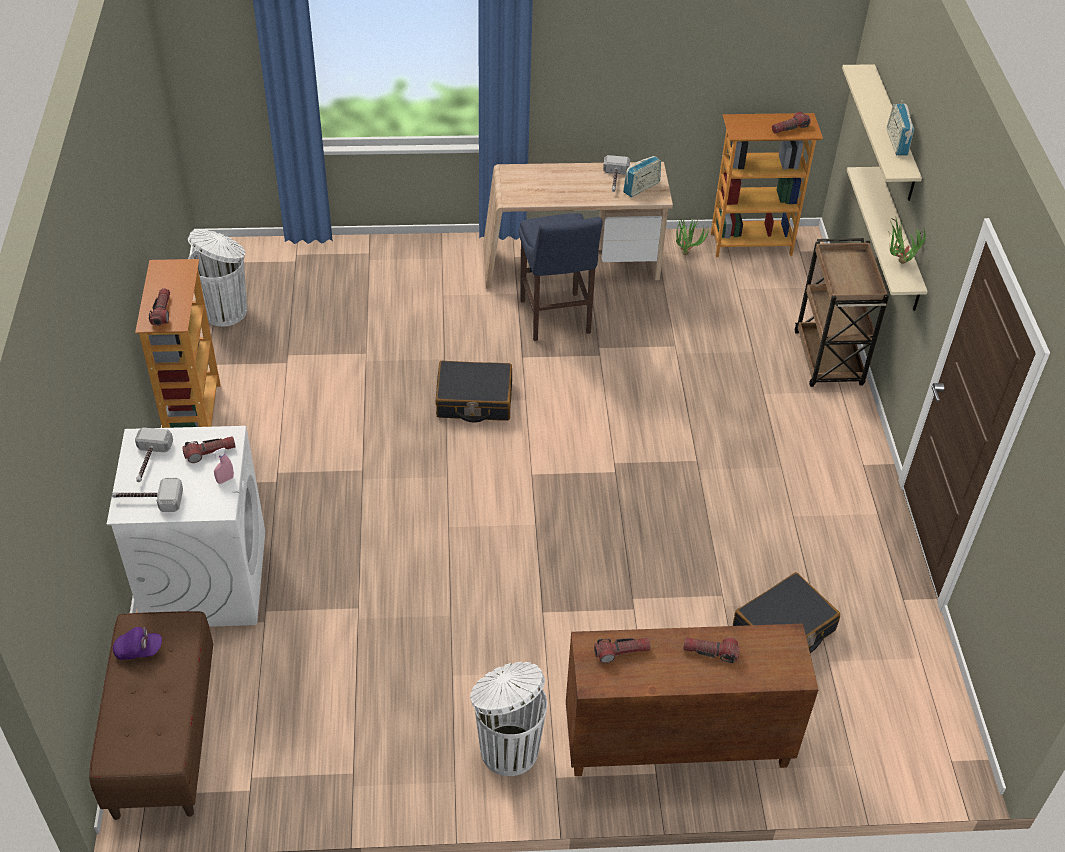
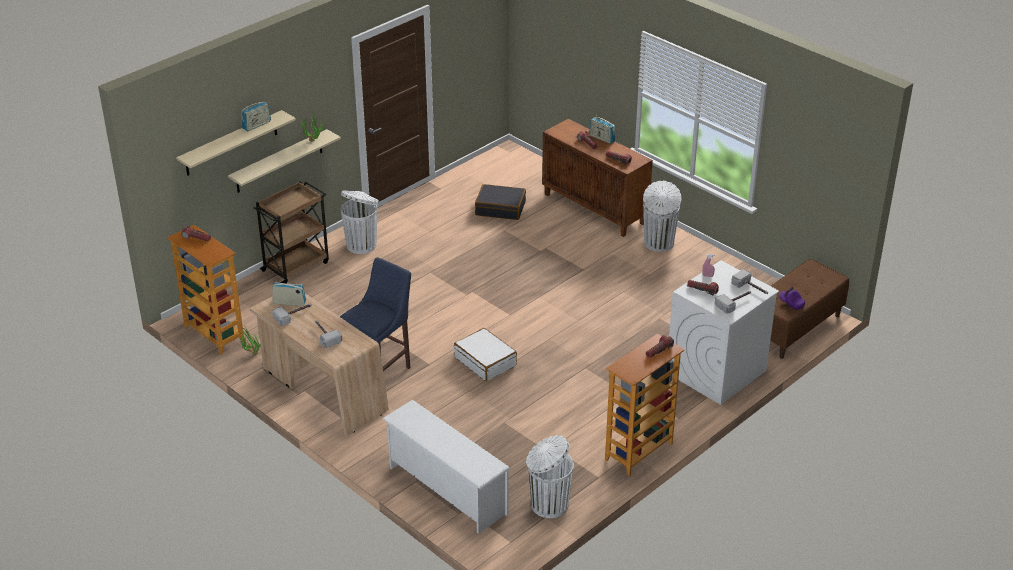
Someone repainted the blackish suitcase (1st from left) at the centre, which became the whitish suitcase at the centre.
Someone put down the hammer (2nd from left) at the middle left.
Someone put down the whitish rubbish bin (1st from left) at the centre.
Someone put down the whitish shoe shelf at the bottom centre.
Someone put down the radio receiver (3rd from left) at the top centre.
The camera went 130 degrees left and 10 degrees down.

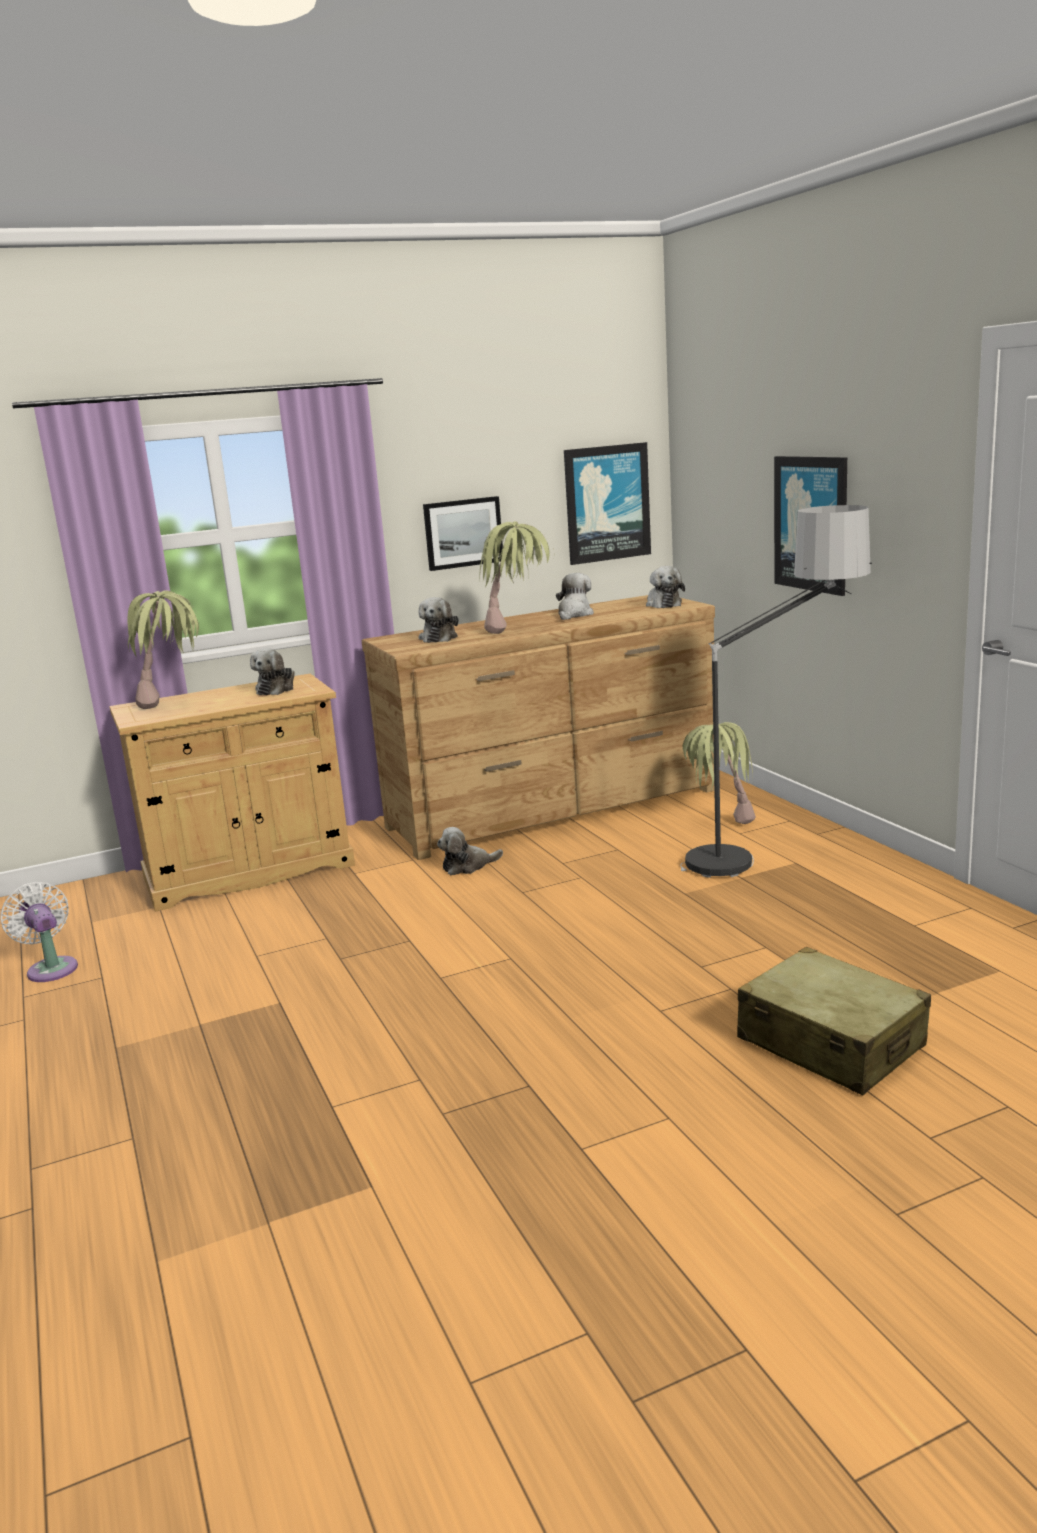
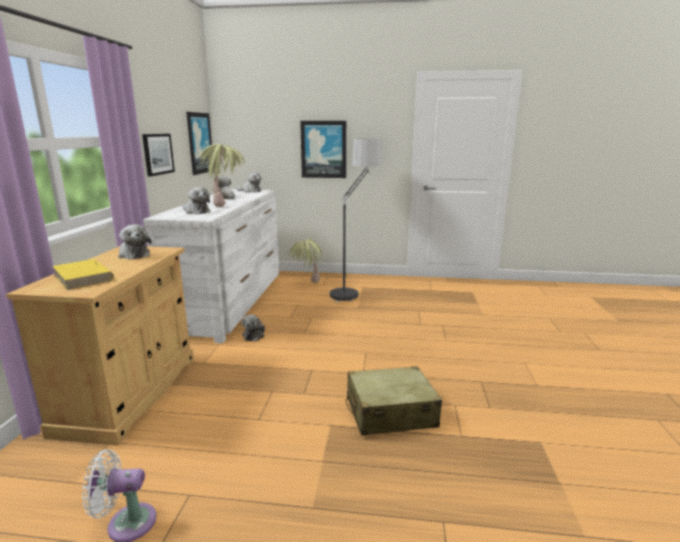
Someone swapped the houseplant (1st from left) at the middle left for the yellow-coloured volume at the middle left.
Someone repainted the brownish dresser at the centre, which became the whitish dresser at the middle left.
Someone carried the beige-coloured suitcase from the middle right to the bottom centre.
The camera went 60 degrees left and 0 degrees up.

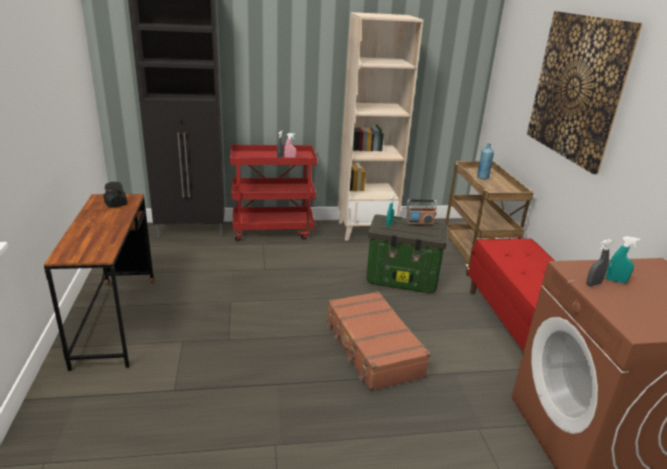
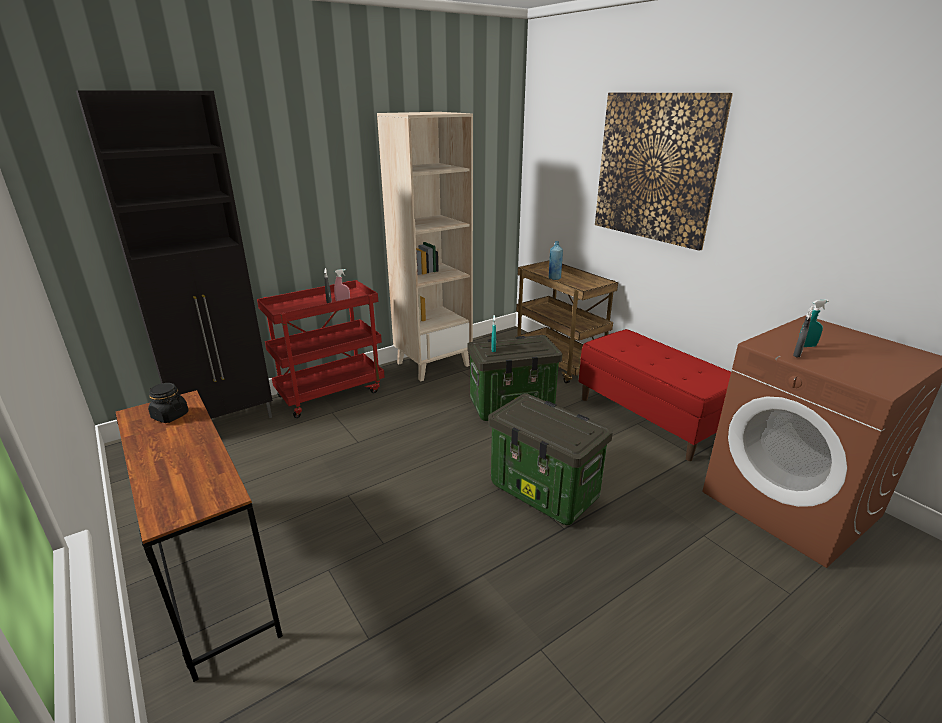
Someone swapped the brownish suitcase at the bottom centre for the storage bin (2nd from left) at the centre.
Someone took away the radio receiver at the centre.
The camera went 25 degrees left and 0 degrees up.

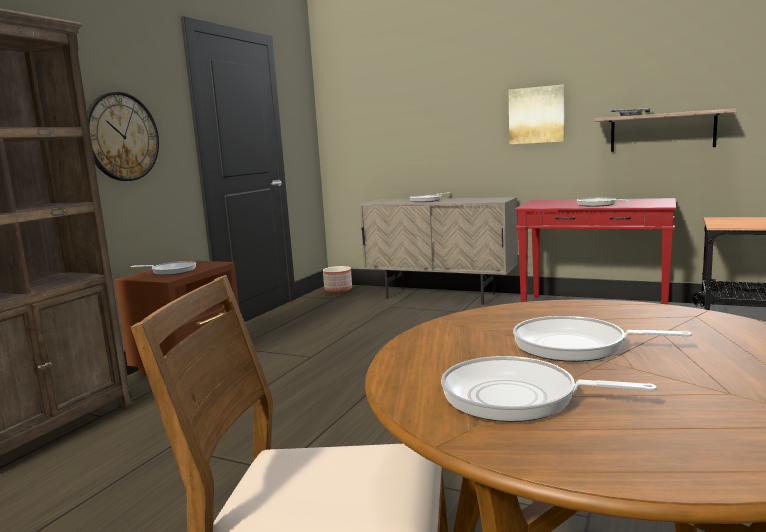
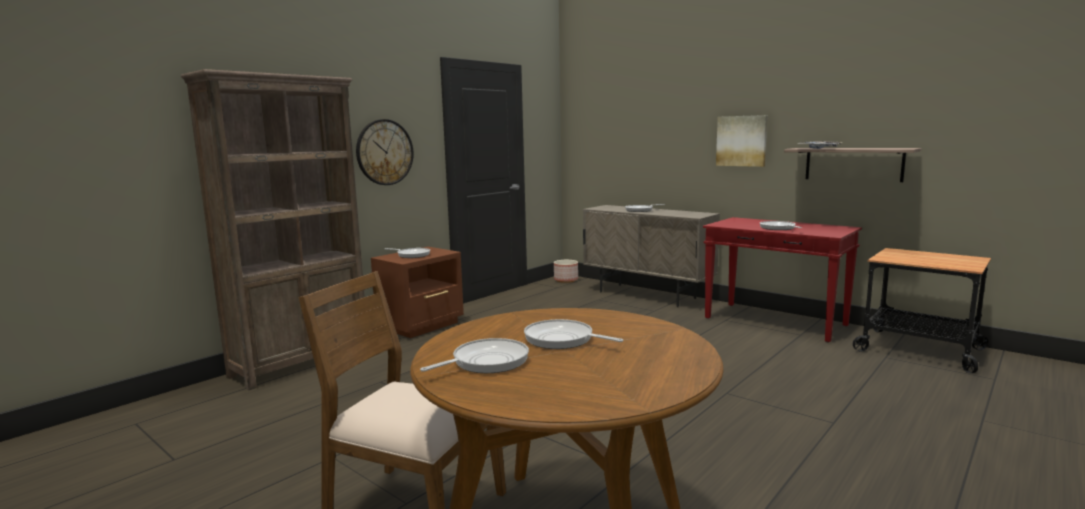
Someone rotated the frying pan (3rd from left in the first image) at the bottom right by 105 degrees clockwise.
The camera went 15 degrees right and 0 degrees up.

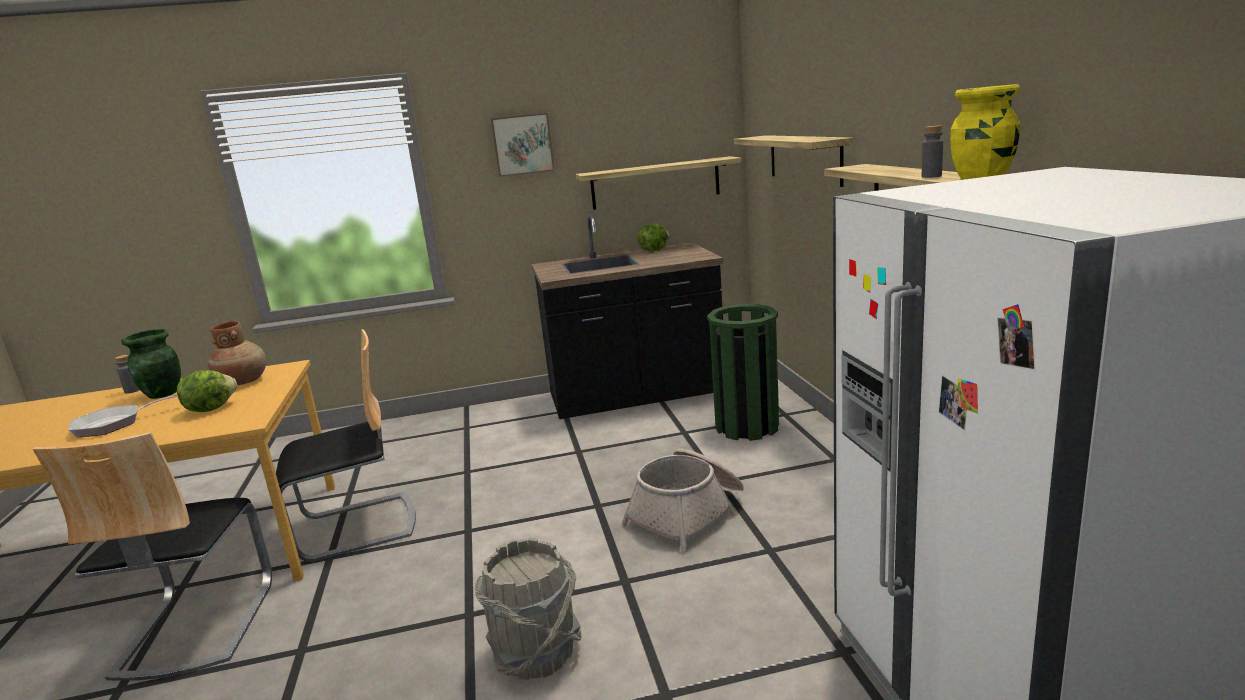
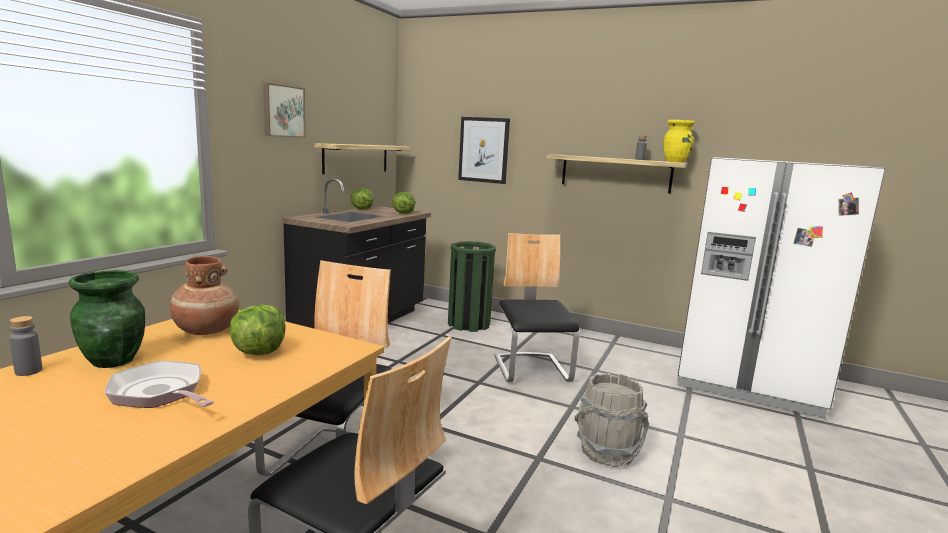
Someone rotated the frying pan at the middle left by 120 degrees clockwise.
Someone swapped the storage basket at the bottom centre for the plain chair (3rd from left) at the centre.
Someone swapped the bracket shelf (2nd from left) at the top centre for the picture (2nd from left) at the top centre.
Someone put down the lettuce head (3rd from left) at the centre.
The camera went 55 degrees left and 5 degrees down.

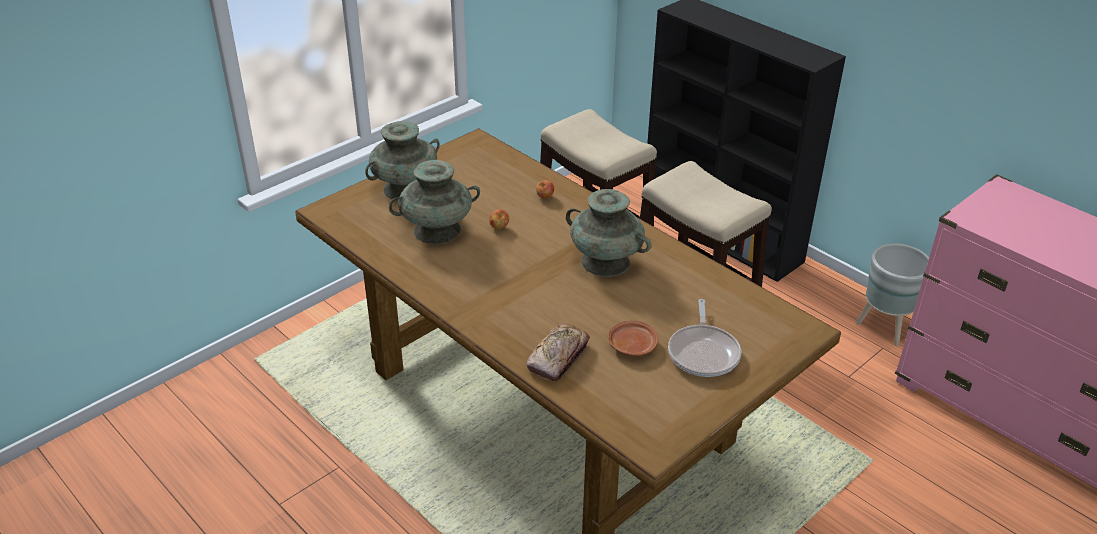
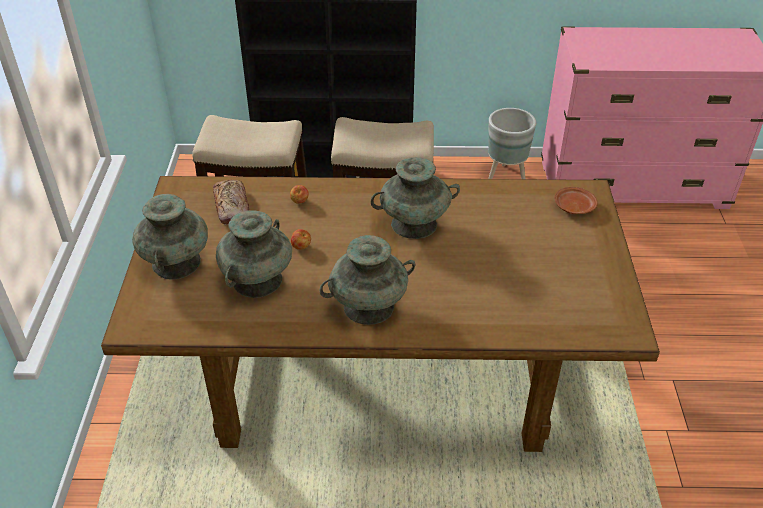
Someone carried the baked bread from the centre to the middle left.
Someone carried the brownish plate from the centre to the middle right.
Someone took away the frying pan at the centre.
Someone put down the turquoise flower vase (3rd from left) at the centre.
The camera went 45 degrees left and 5 degrees up.

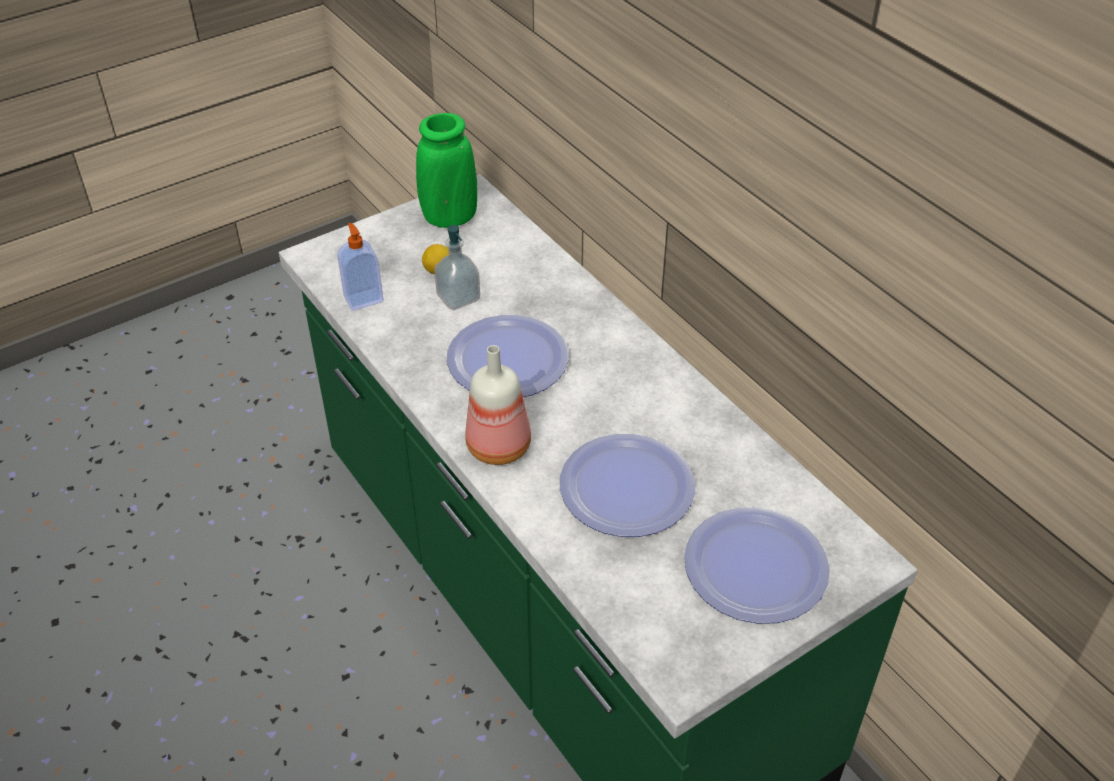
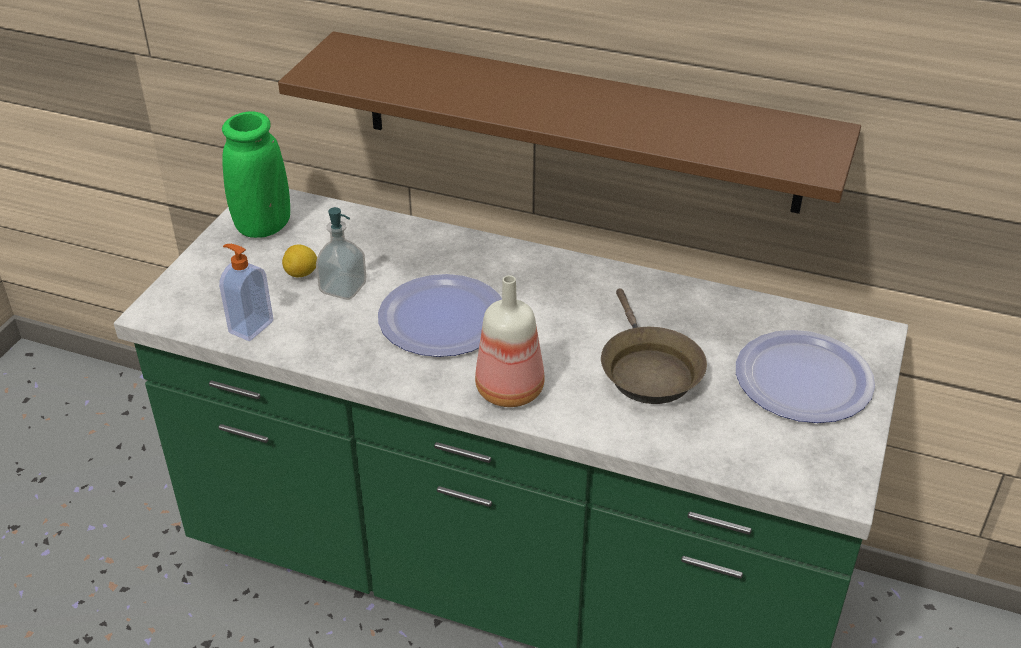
Someone swapped the plate (2nd from left) at the centre for the brownish frying pan at the centre.
Someone put up the brownish bracket shelf at the top centre.
The camera went 35 degrees left and 5 degrees down.

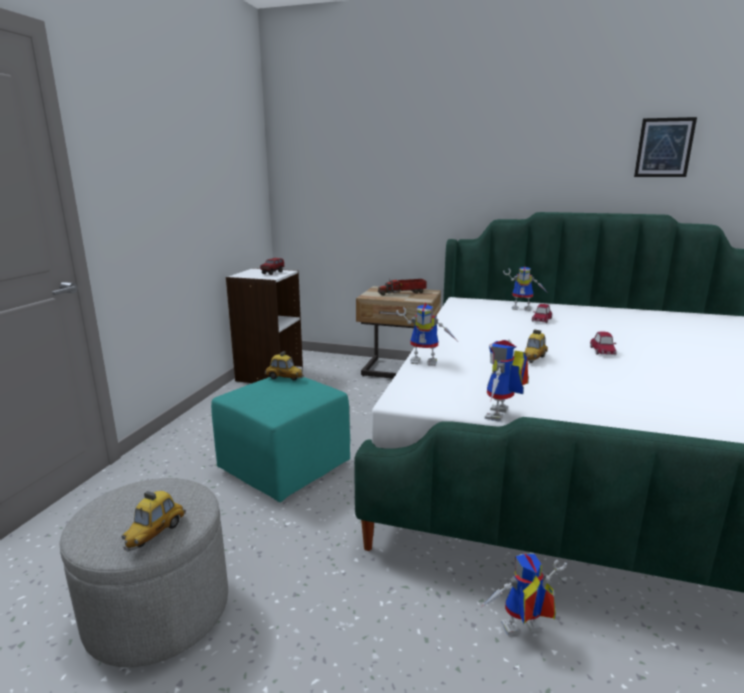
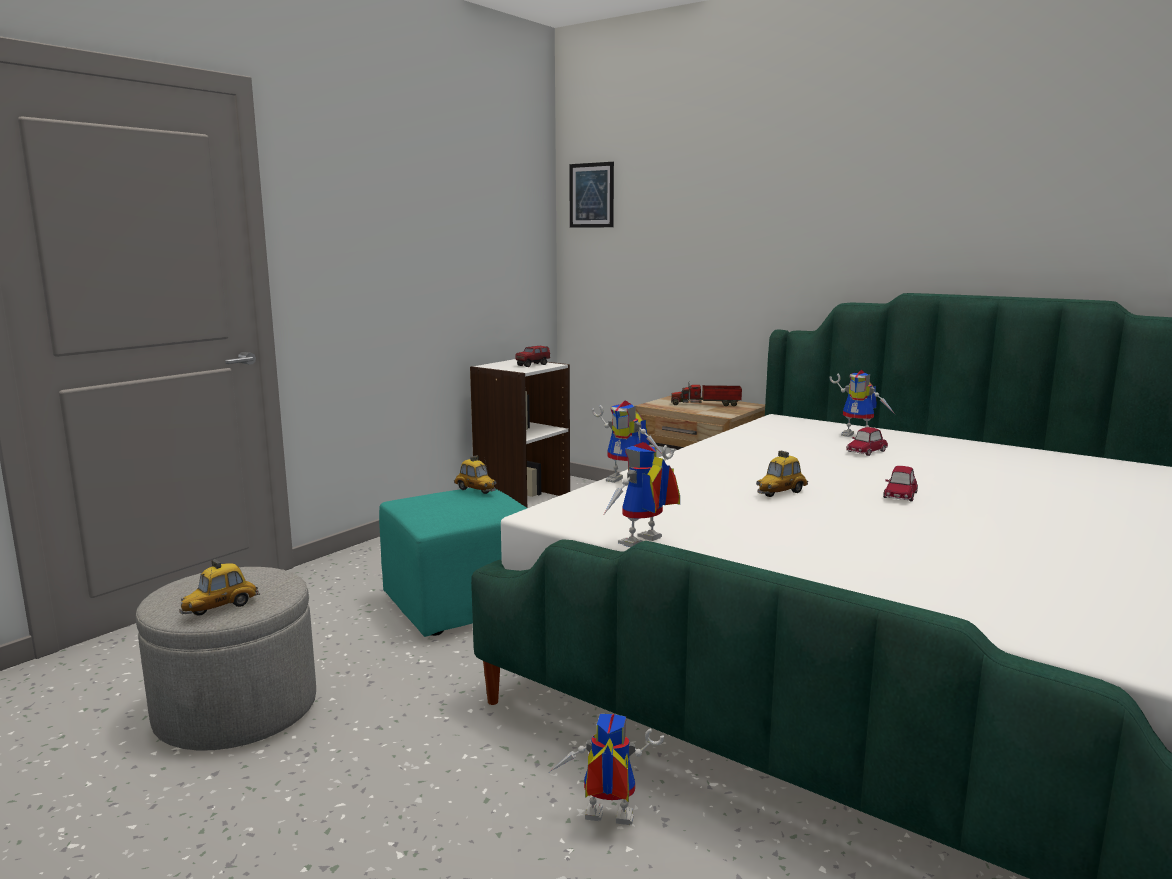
Someone carried the picture from the top right to the top centre.
The camera went 20 degrees right and 5 degrees down.

